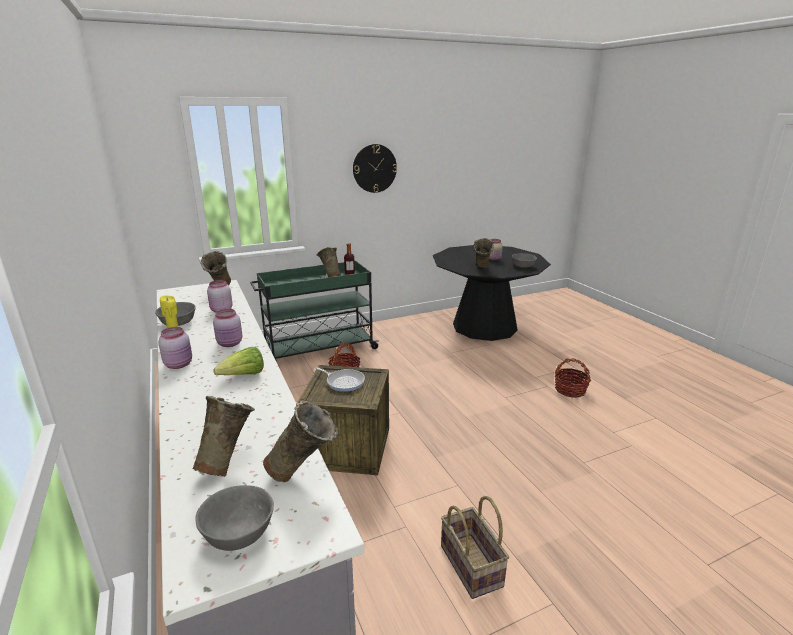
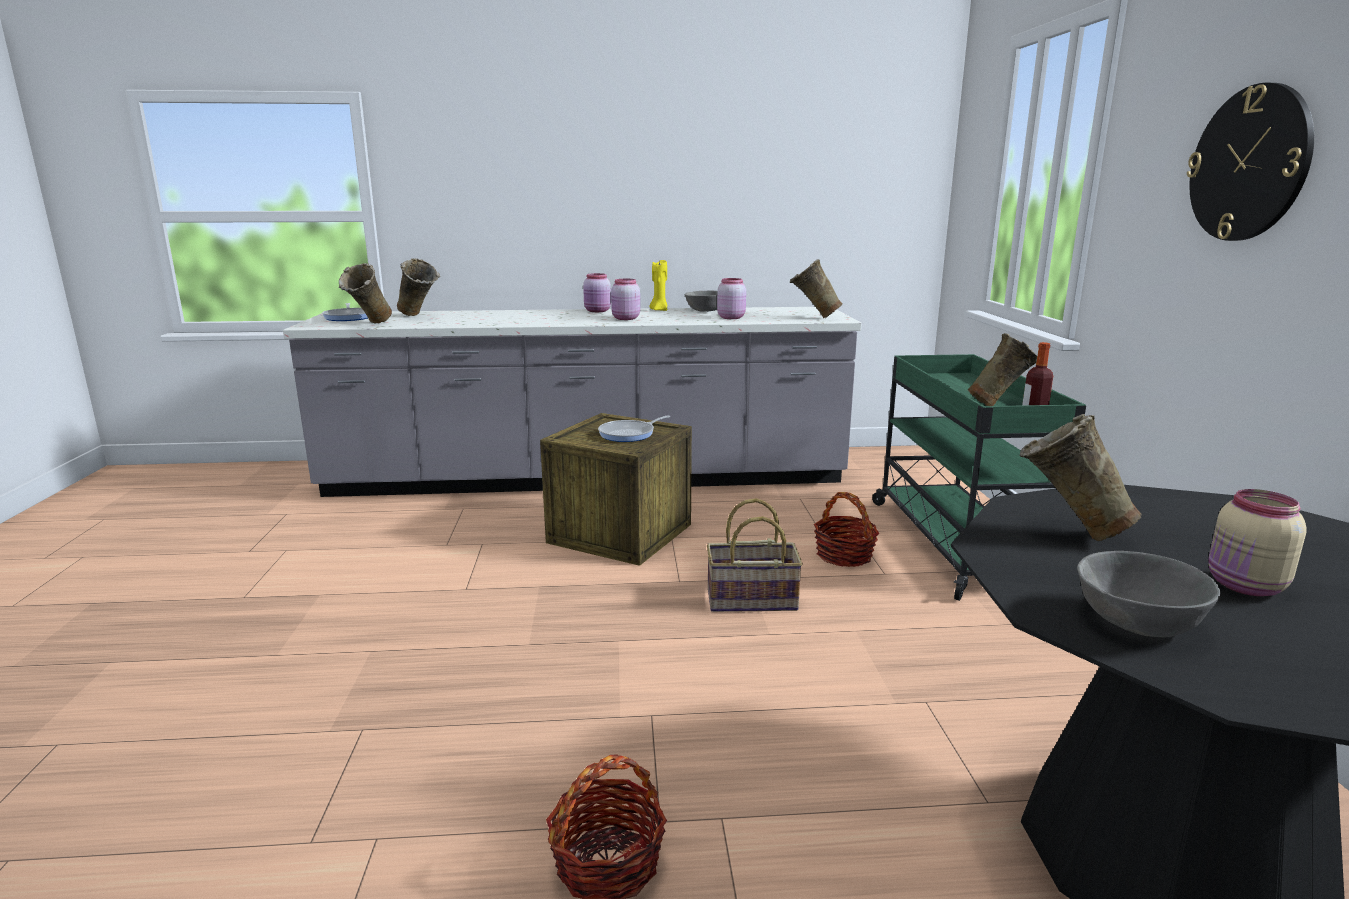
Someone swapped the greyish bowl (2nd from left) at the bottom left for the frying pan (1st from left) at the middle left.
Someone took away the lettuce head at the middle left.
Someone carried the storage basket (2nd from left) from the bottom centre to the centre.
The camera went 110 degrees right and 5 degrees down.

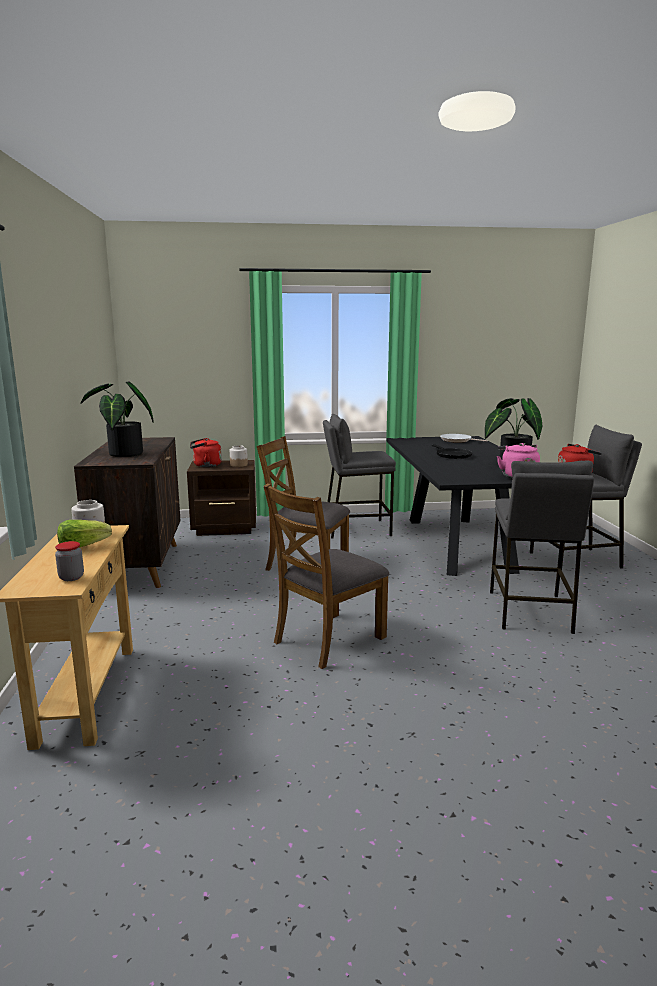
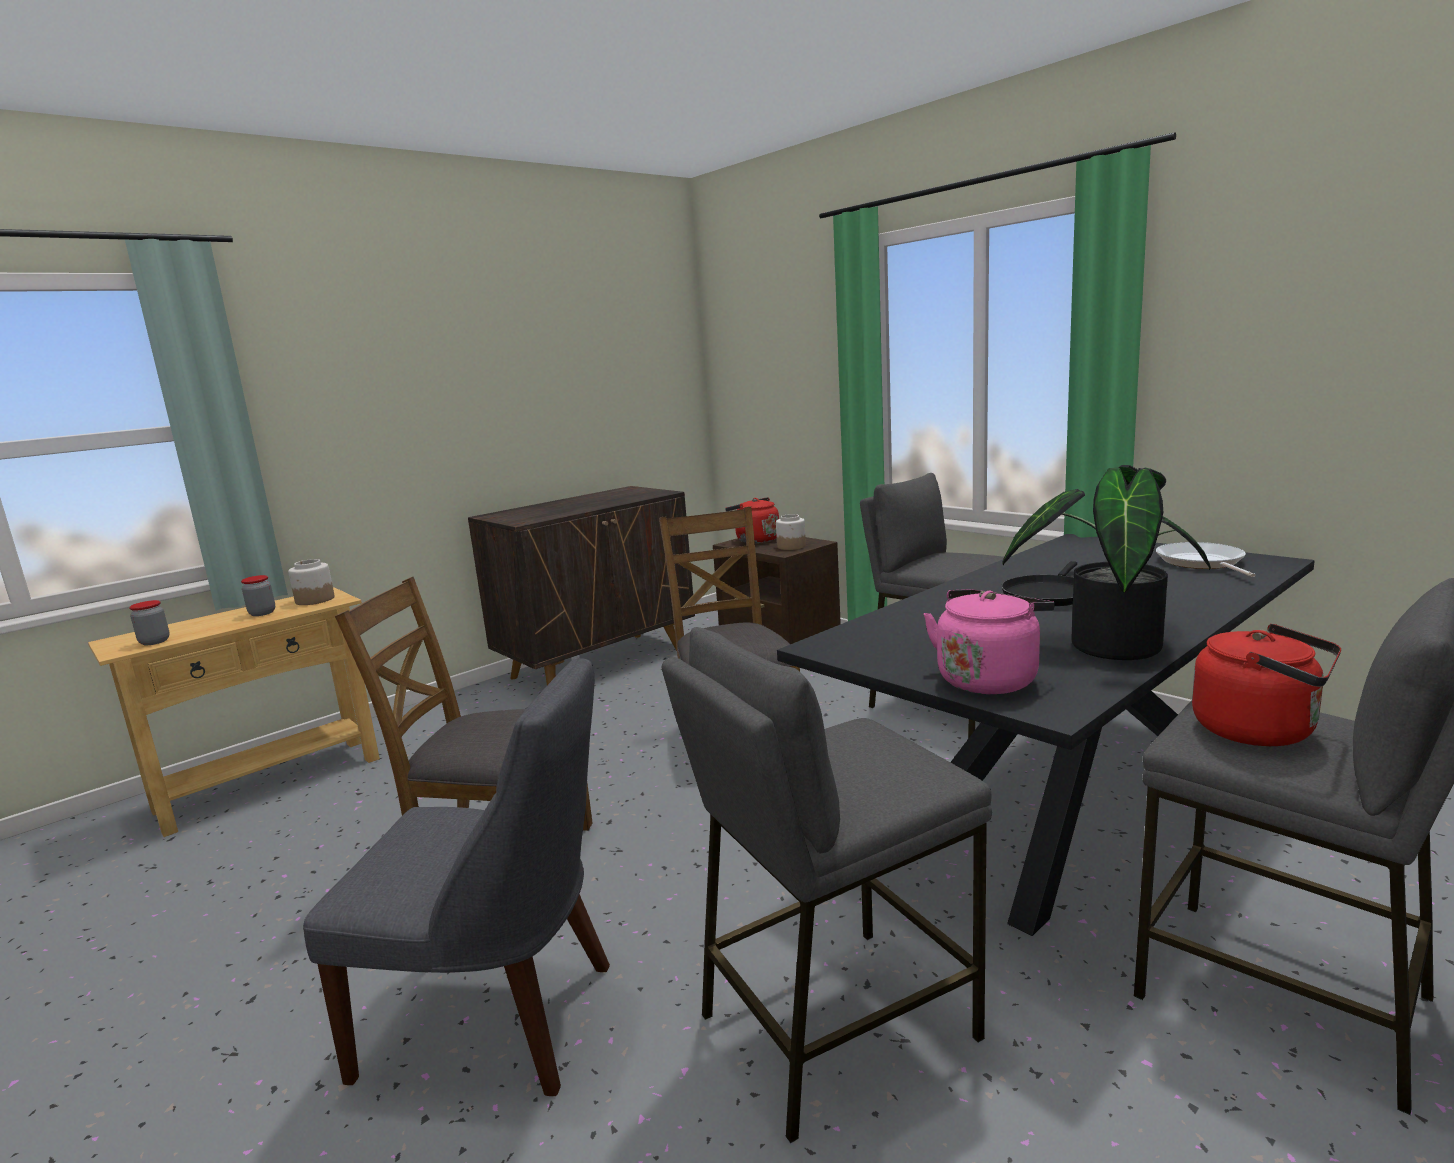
Someone swapped the lettuce head at the middle left for the storage jar (2nd from left) at the middle left.
Someone took away the houseplant (1st from left) at the middle left.
Someone put down the greyish plain chair at the bottom left.
The camera went 55 degrees right and 0 degrees up.

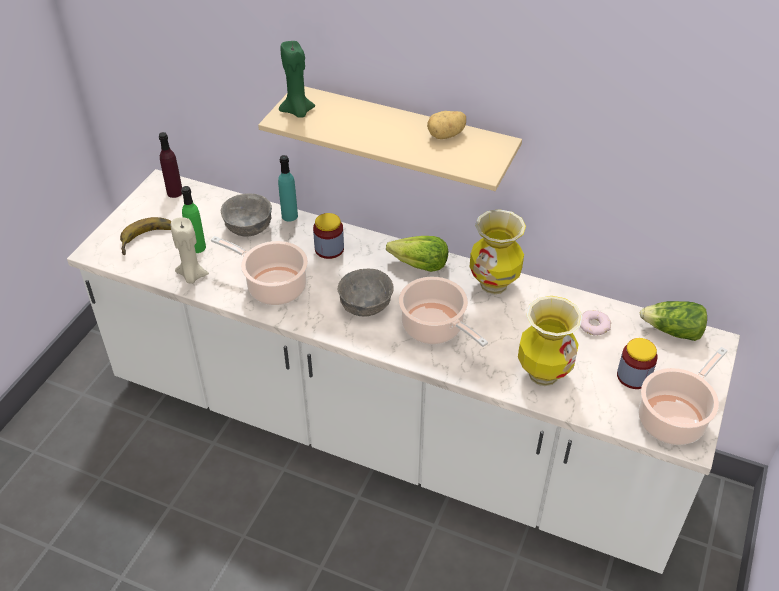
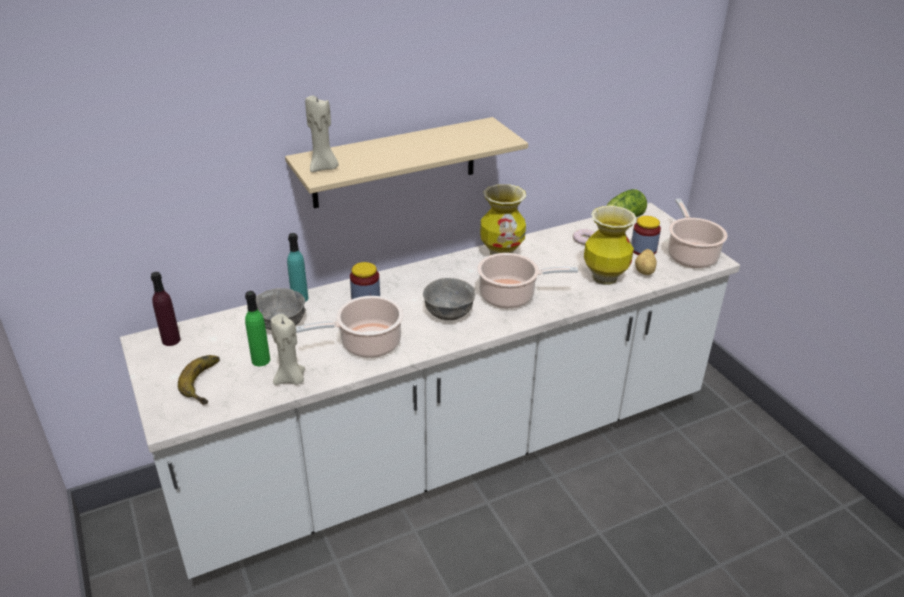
Someone repainted the green candle at the top centre, which became the beige-coloured candle (2nd from left) at the top centre.
Someone took away the lettuce head (1st from left) at the centre.
Someone carried the whole potato from the top centre to the middle right.
The camera went 50 degrees left and 10 degrees down.

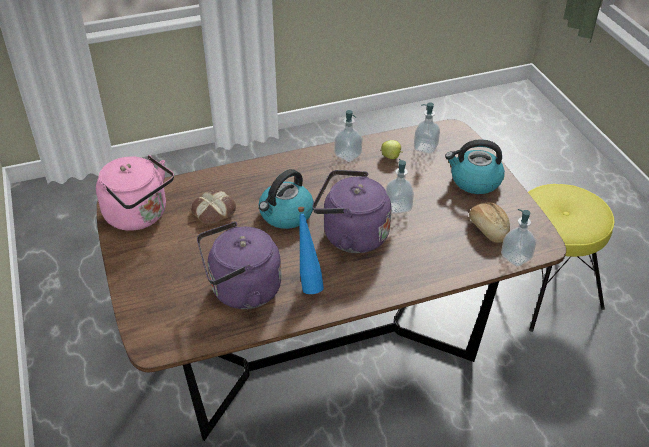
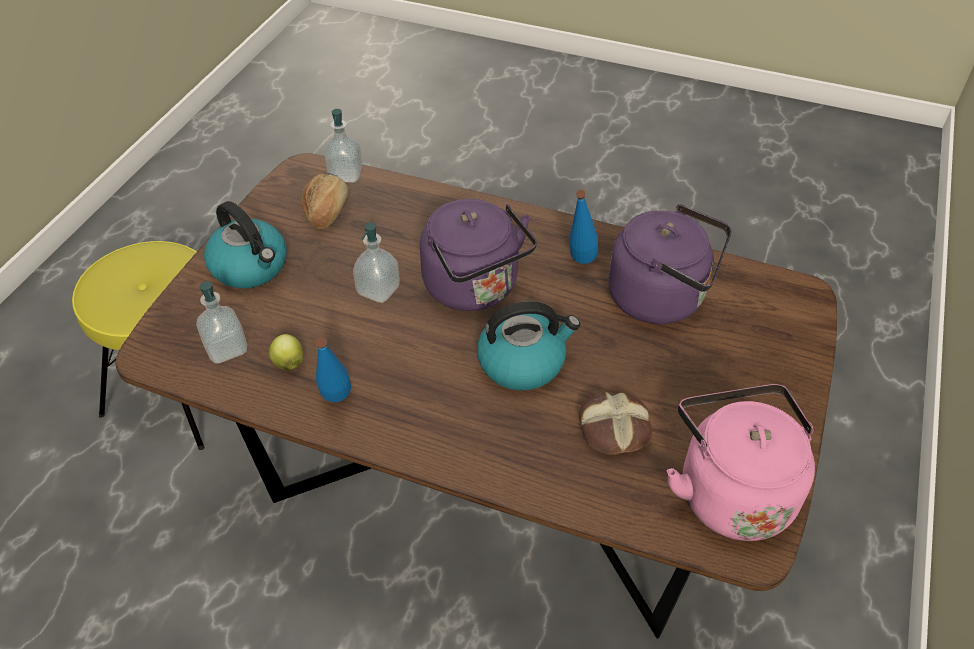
Someone swapped the soap dispenser (1st from left) at the top centre for the blue-coloured beverage bottle (1st from left) at the centre.
The camera went 140 degrees left and 5 degrees up.

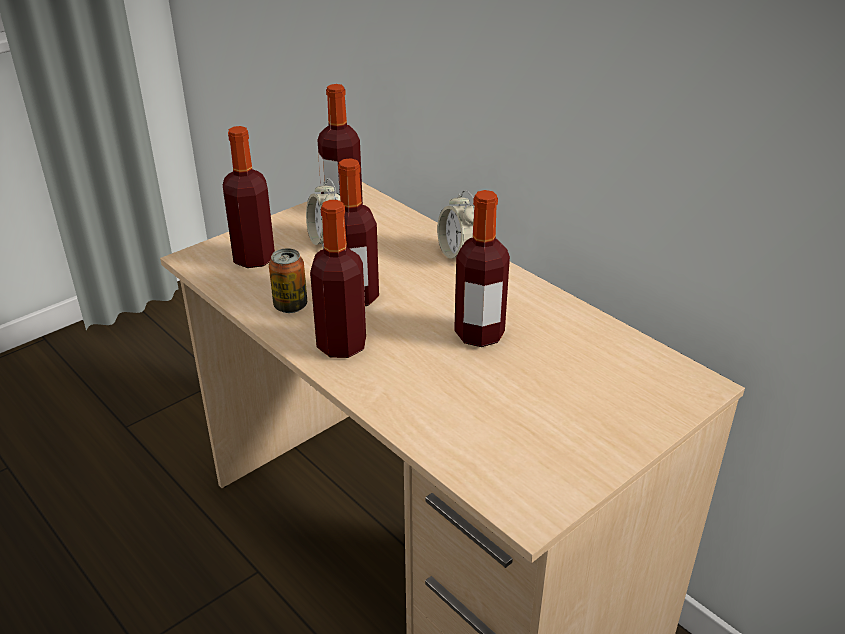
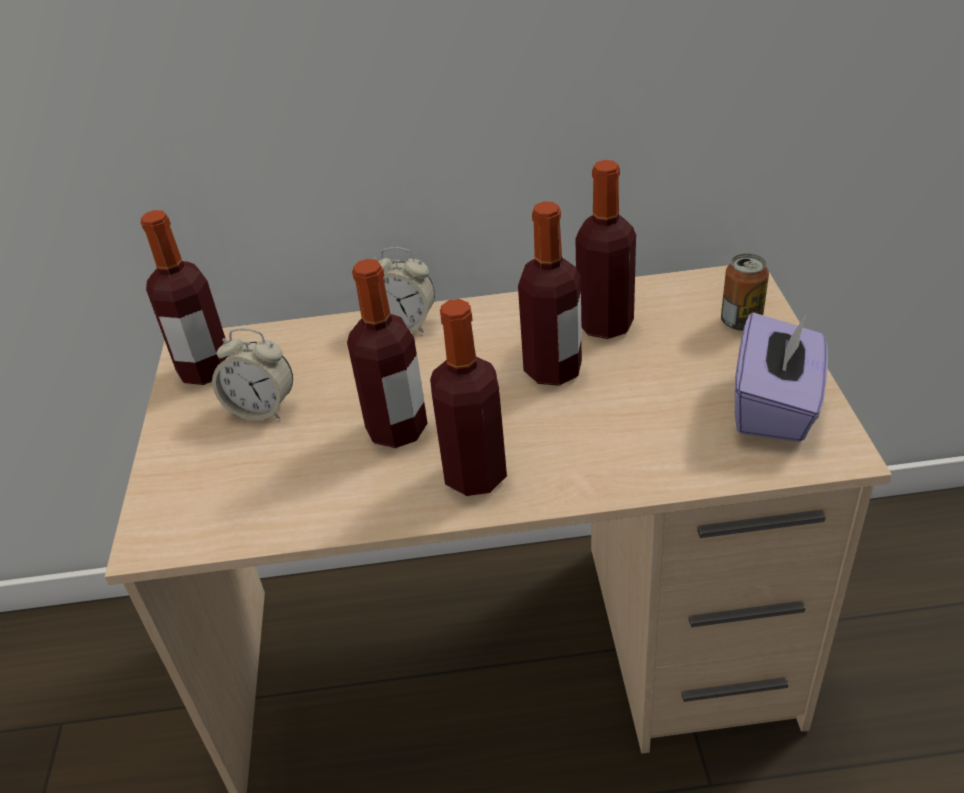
Someone carried the beverage bottle (1st from left in the first image) from the top left to the top centre.
Someone carried the can from the centre to the middle right.
Someone put down the purplish box of tissues at the middle right.
The camera went 50 degrees left and 5 degrees up.

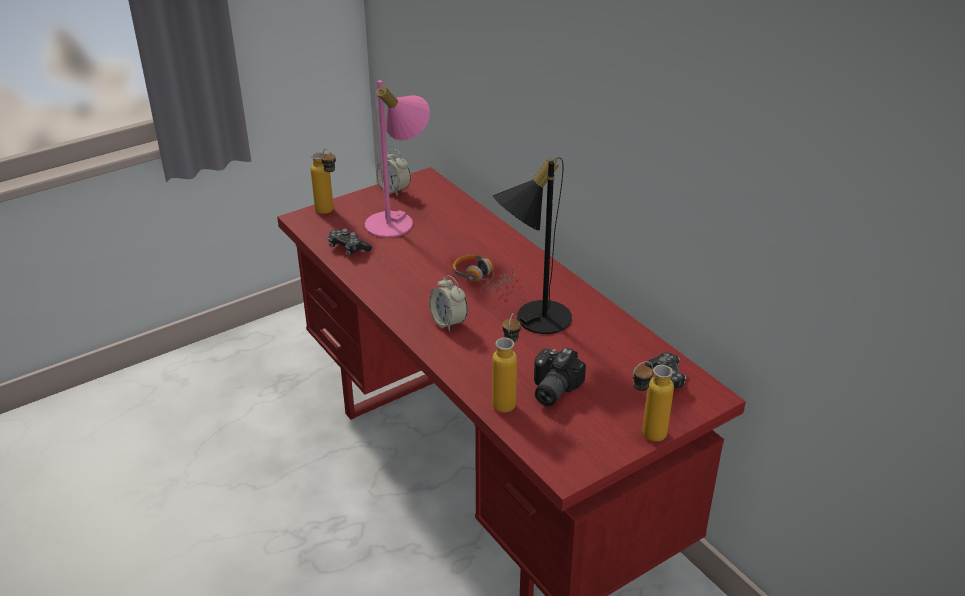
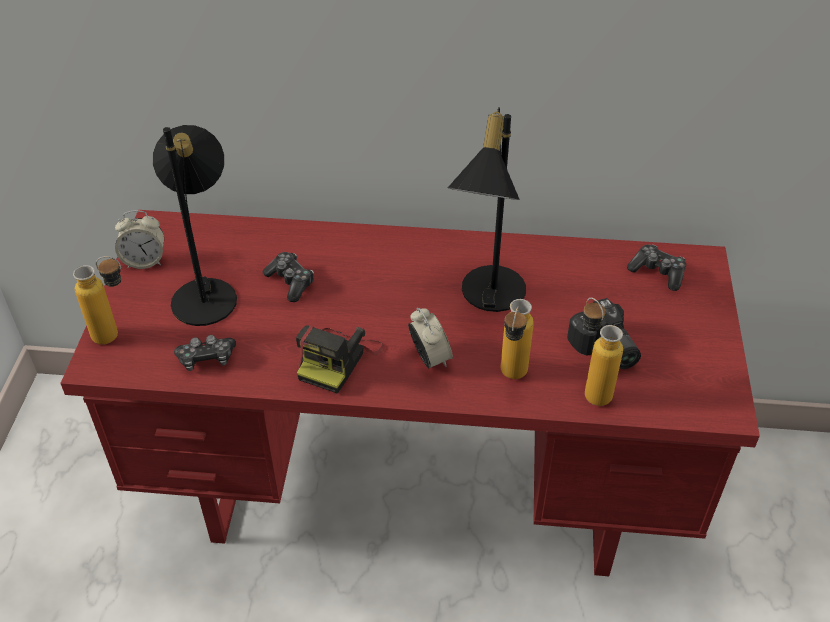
Someone repainted the pink-coloured tabletop lamp at the top centre, which became the blackish tabletop lamp (1st from left) at the middle left.
Someone rotated the alarm clock (2nd from left) at the centre by 120 degrees counterclockwise.
Someone took away the headphones at the centre.
Someone carried the beverage bottle (3rd from left in the first image) from the bottom right to the centre.
Someone put down the gamepad (2nd from left) at the centre.
Someone put down the still camera (1st from left) at the centre.
The camera went 50 degrees left and 10 degrees up.

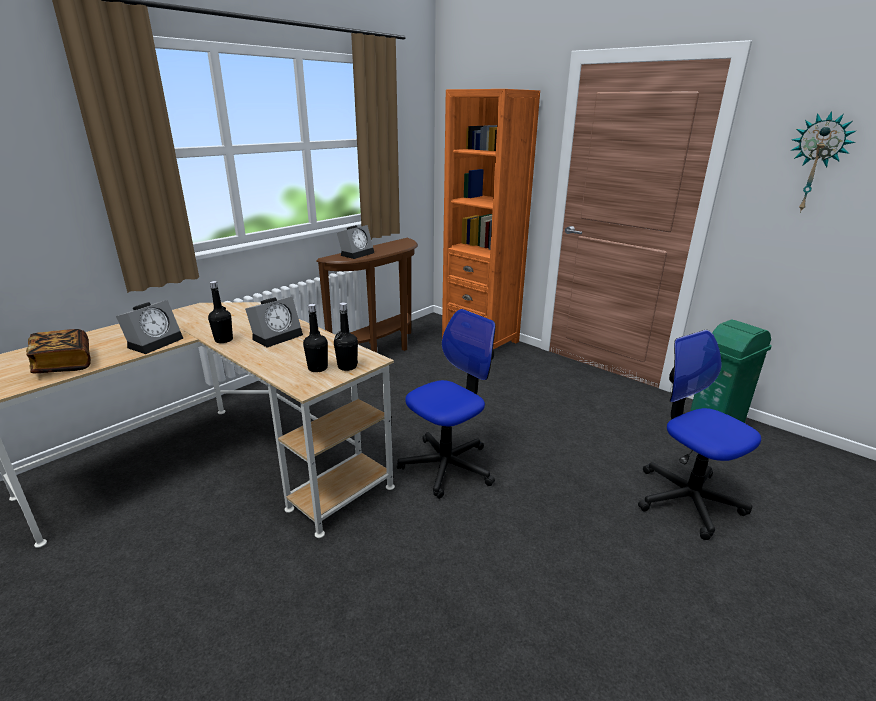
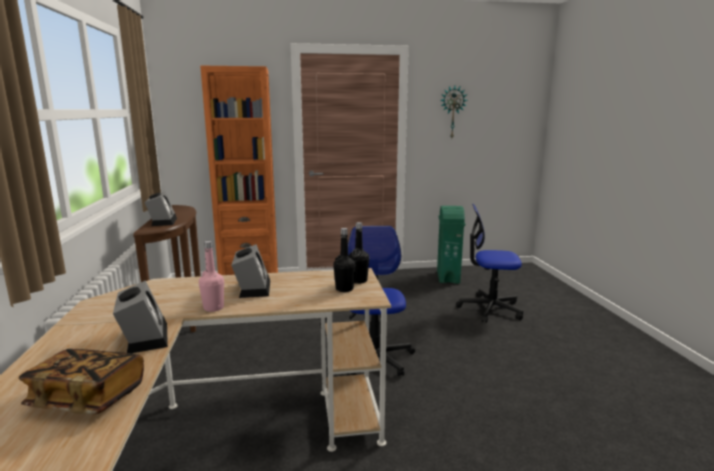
Someone repainted the blackish beverage bottle (1st from left) at the middle left, which became the pink-coloured beverage bottle at the middle left.
The camera went 50 degrees left and 10 degrees down.

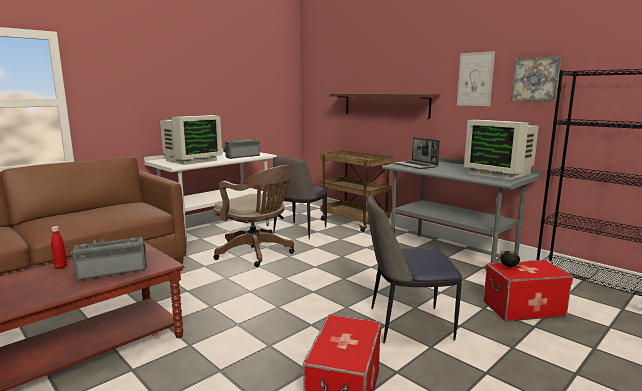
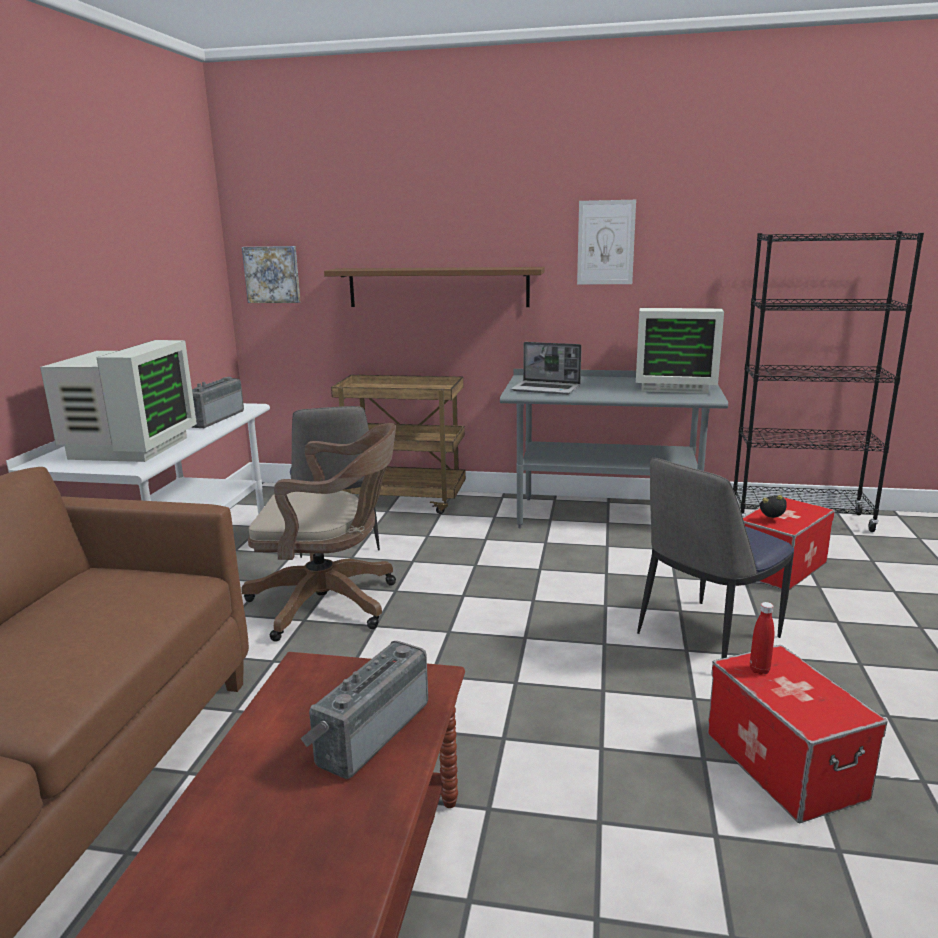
Someone carried the red-coloured beverage bottle from the middle left to the bottom right.
Someone carried the picture (2nd from left in the first image) from the top right to the top left.
The camera went 35 degrees left and 5 degrees up.

